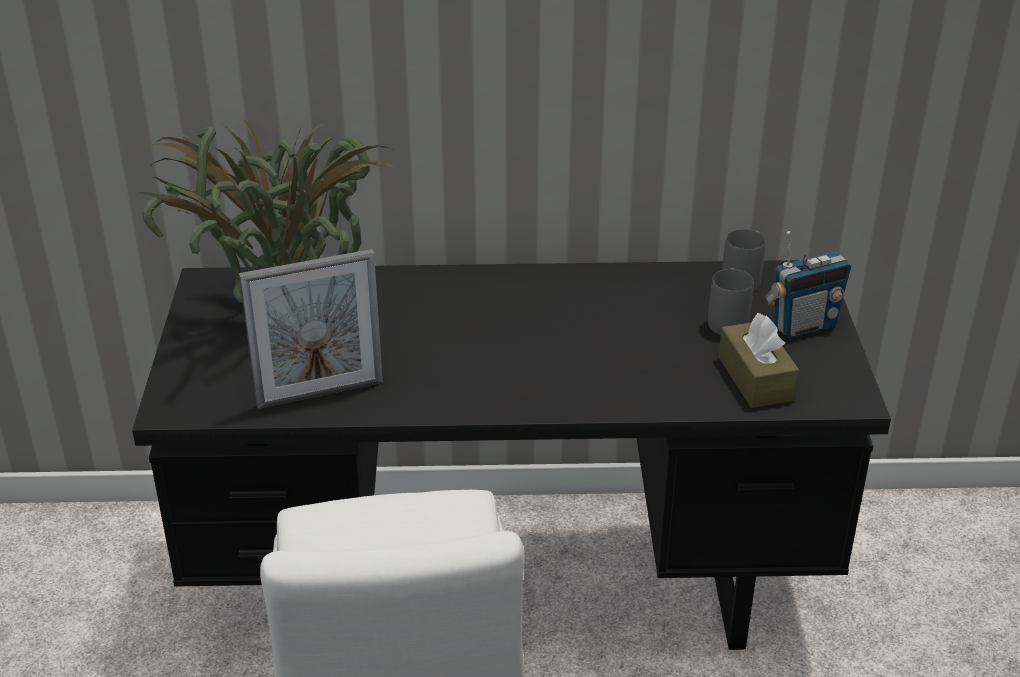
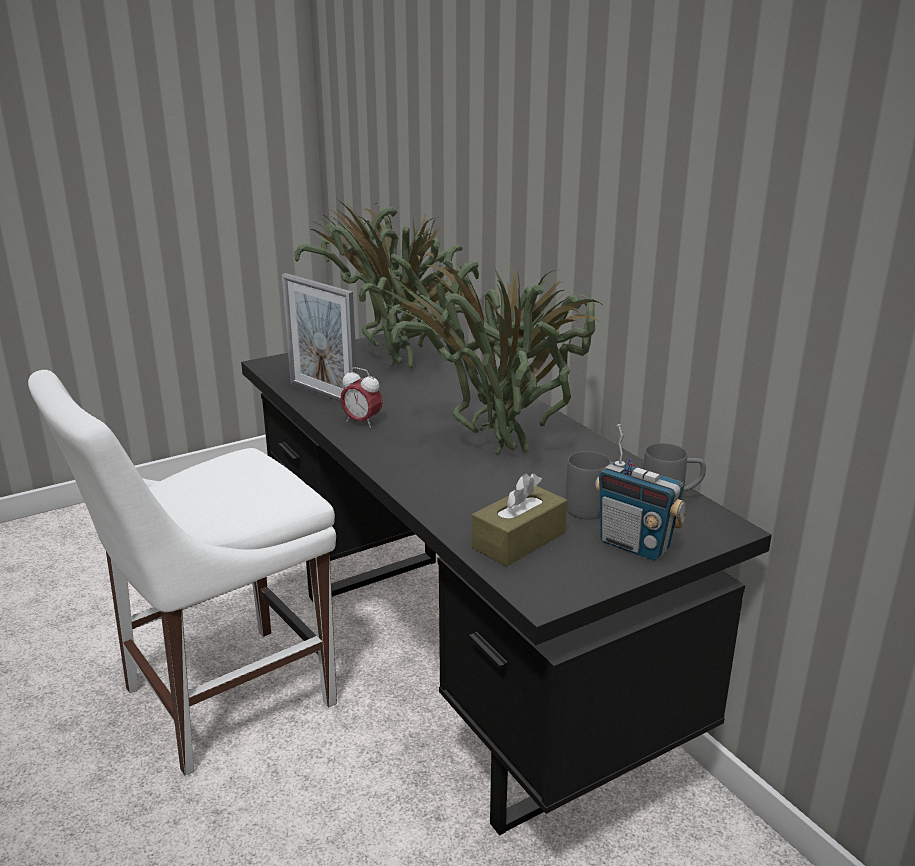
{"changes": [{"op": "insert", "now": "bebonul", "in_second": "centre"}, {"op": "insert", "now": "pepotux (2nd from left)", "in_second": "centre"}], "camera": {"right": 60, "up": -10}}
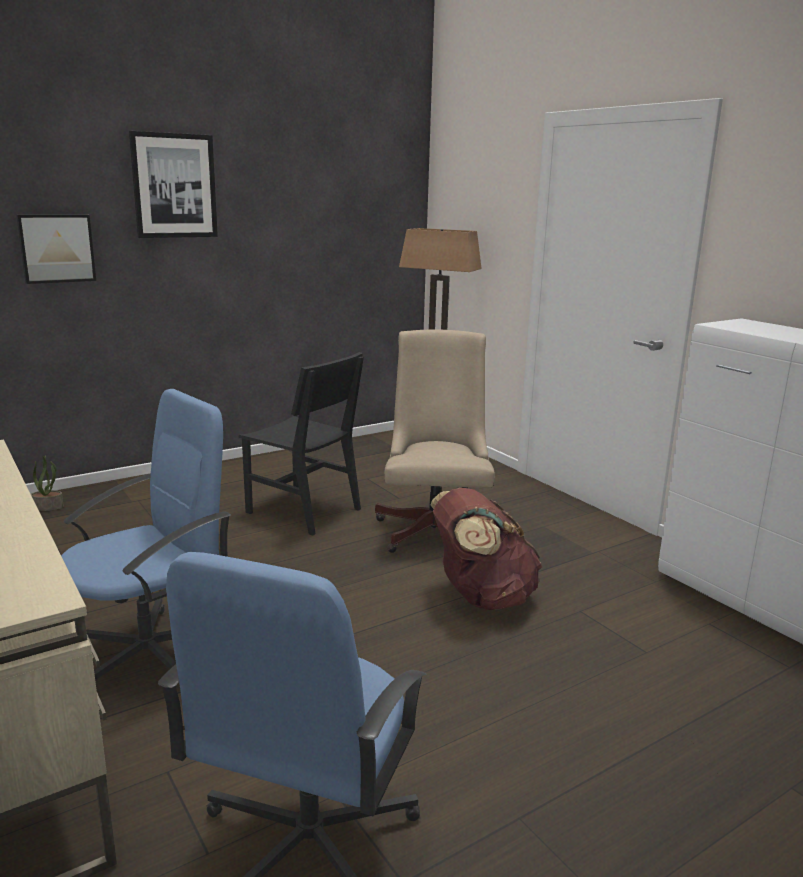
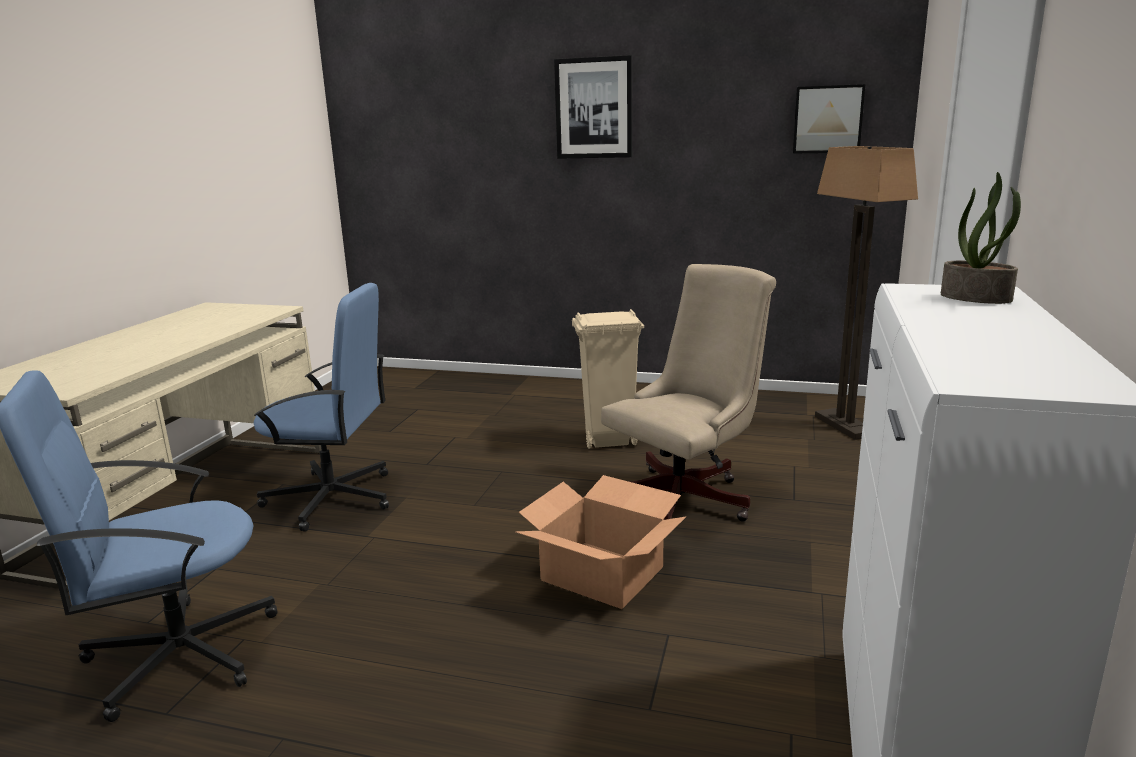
{"changes": [{"op": "move", "was": "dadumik (1st from left in the first image)", "now": "dadumik (2nd from left)", "in_first": "top left", "in_second": "top right"}, {"op": "move", "was": "pepotux", "in_first": "middle left", "in_second": "top right"}, {"op": "replace", "was": "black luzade", "now": "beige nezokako", "in_first": "centre", "in_second": "centre"}, {"op": "replace", "was": "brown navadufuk", "now": "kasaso", "in_first": "centre", "in_second": "bottom centre"}], "camera": {"right": 50, "up": 0}}
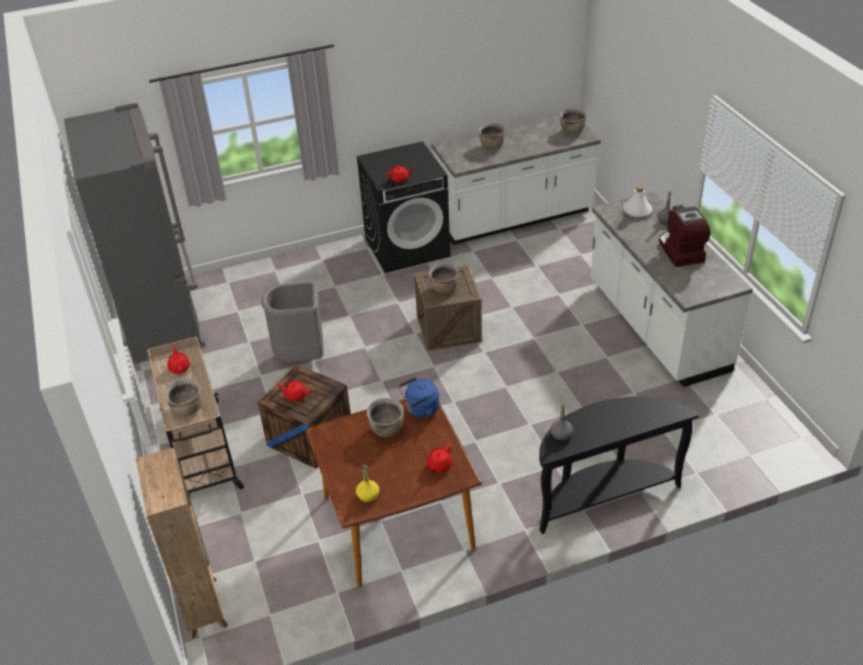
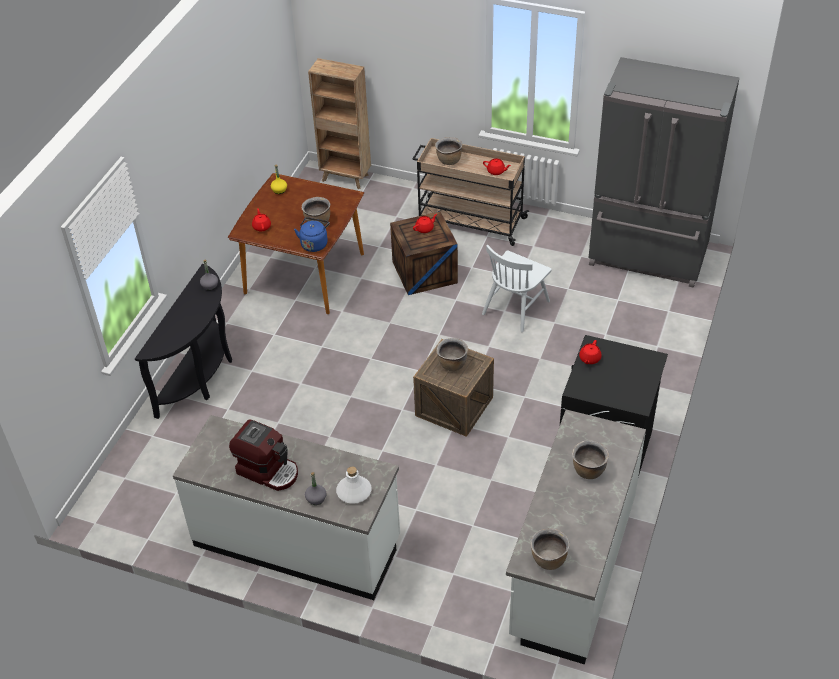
{"changes": [{"op": "replace", "was": "grey nezokako", "now": "white luzade", "in_first": "centre", "in_second": "centre"}], "camera": {"right": 130, "up": 5}}
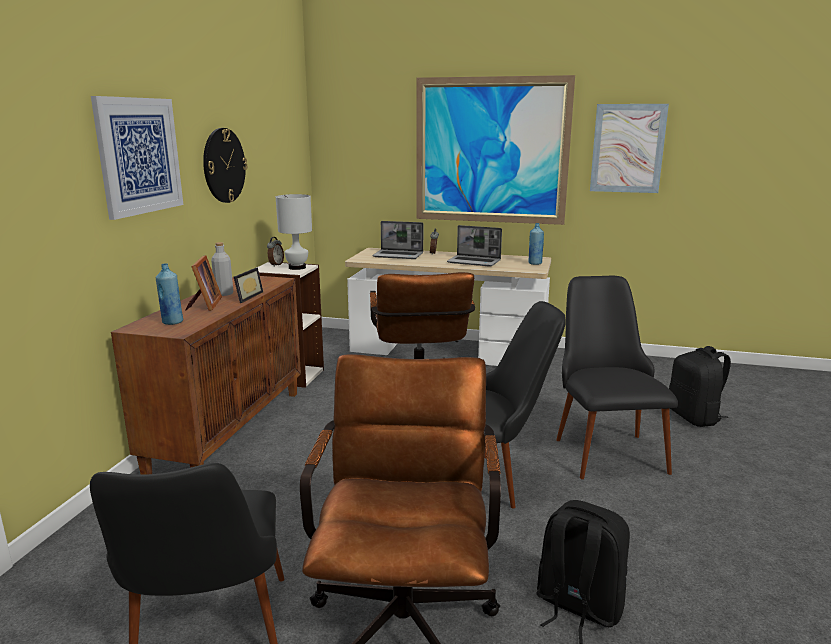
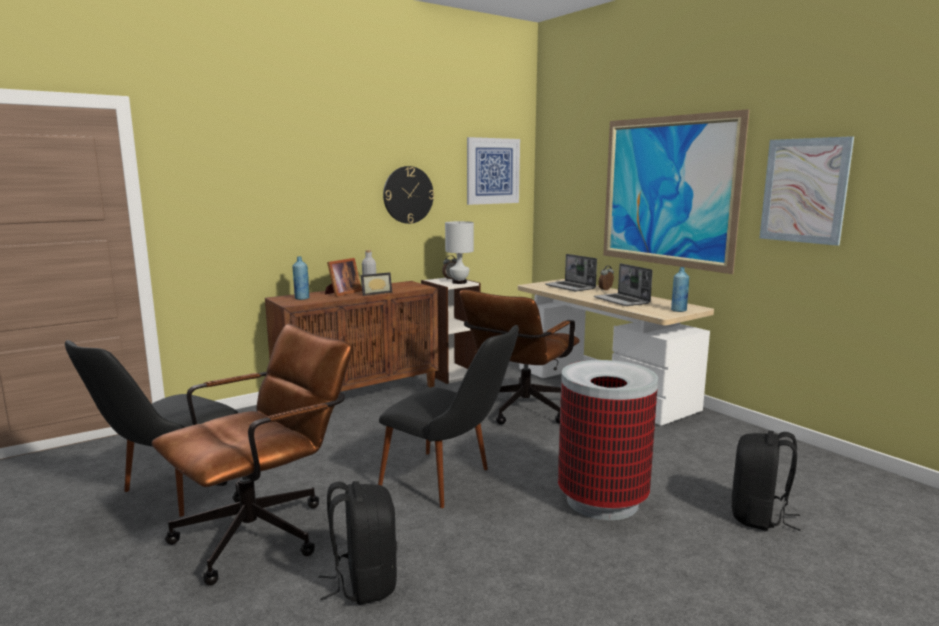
{"changes": [{"op": "move", "was": "dadumik (1st from left)", "in_first": "top left", "in_second": "top centre"}, {"op": "replace", "was": "black luzade (3rd from left)", "now": "nezokako", "in_first": "middle right", "in_second": "bottom centre"}], "camera": {"right": 40, "up": -5}}
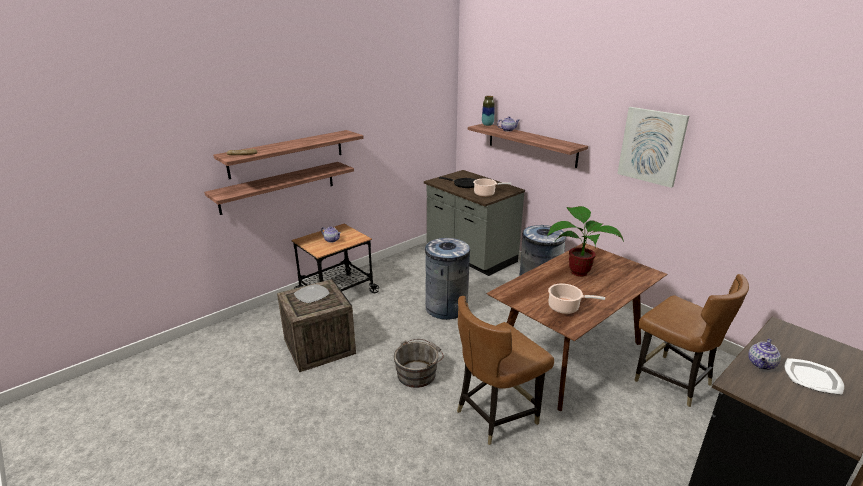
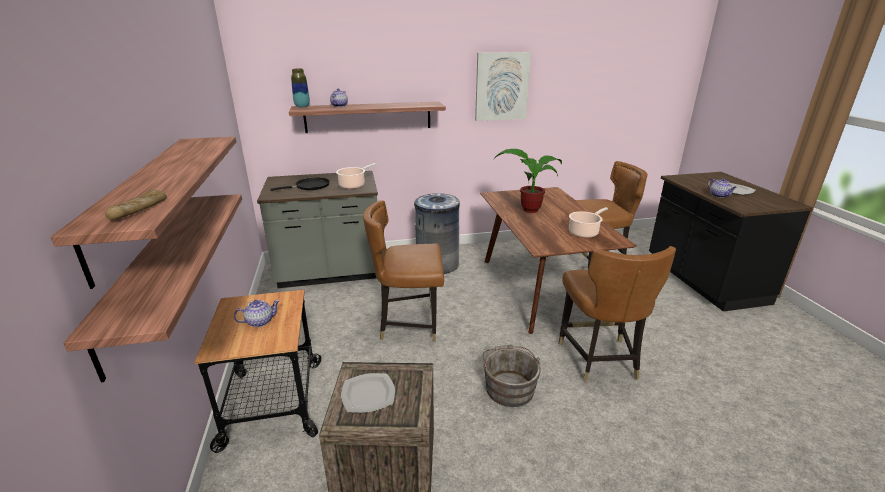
{"changes": [{"op": "replace", "was": "grey nezokako (1st from left)", "now": "brown luzade (1st from left)", "in_first": "centre", "in_second": "centre"}], "camera": {"right": -60, "up": 0}}
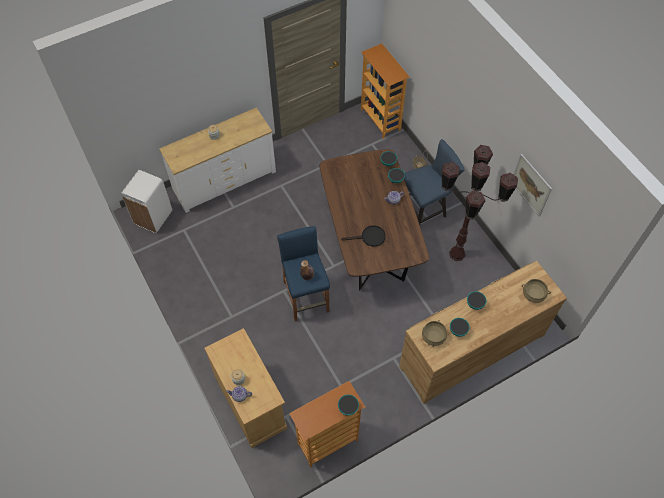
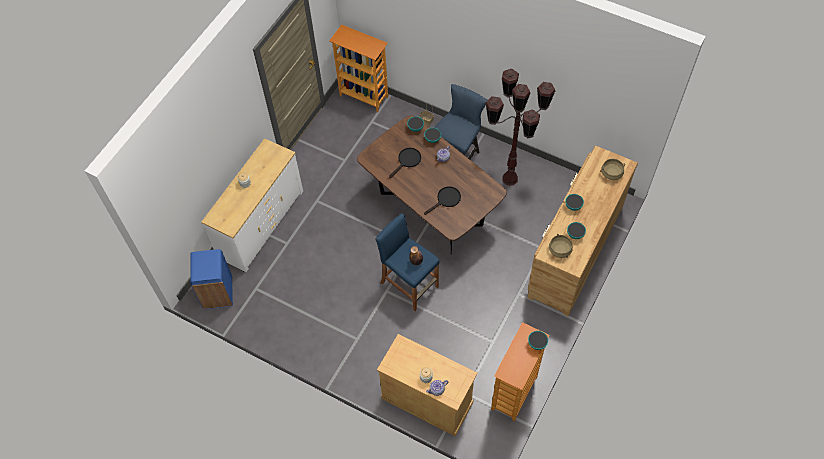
{"changes": [{"op": "recolor", "was": "white nezokako", "now": "blue nezokako", "in_first": "middle left", "in_second": "middle left"}, {"op": "delete", "was": "dadumik", "in_first": "middle right"}, {"op": "insert", "now": "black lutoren (1st from left)", "in_second": "centre"}], "camera": {"right": -30, "up": 0}}
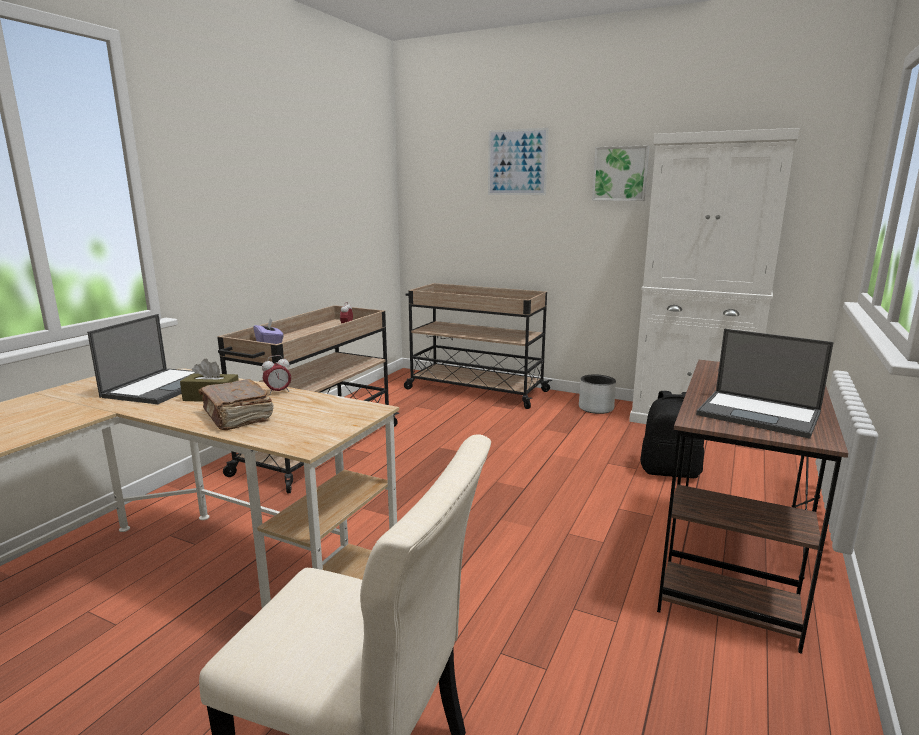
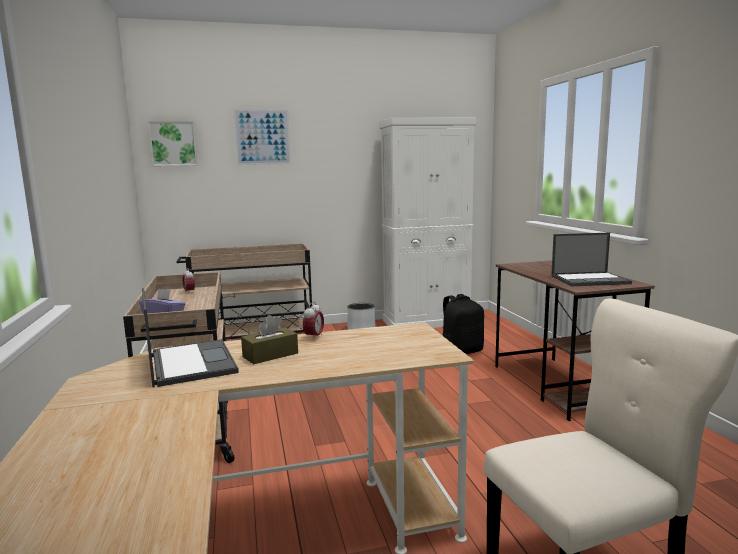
{"changes": [{"op": "delete", "was": "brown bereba", "in_first": "middle left"}, {"op": "move", "was": "dadumik (2nd from left in the first image)", "now": "dadumik (1st from left)", "in_first": "top right", "in_second": "top left"}], "camera": {"right": -40, "up": -5}}
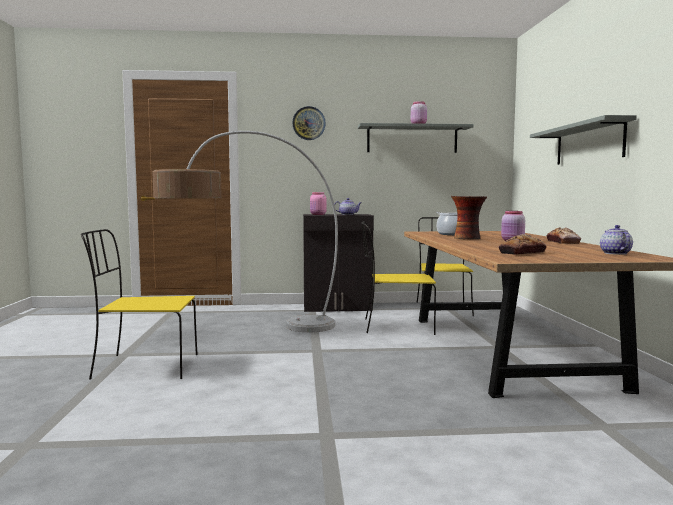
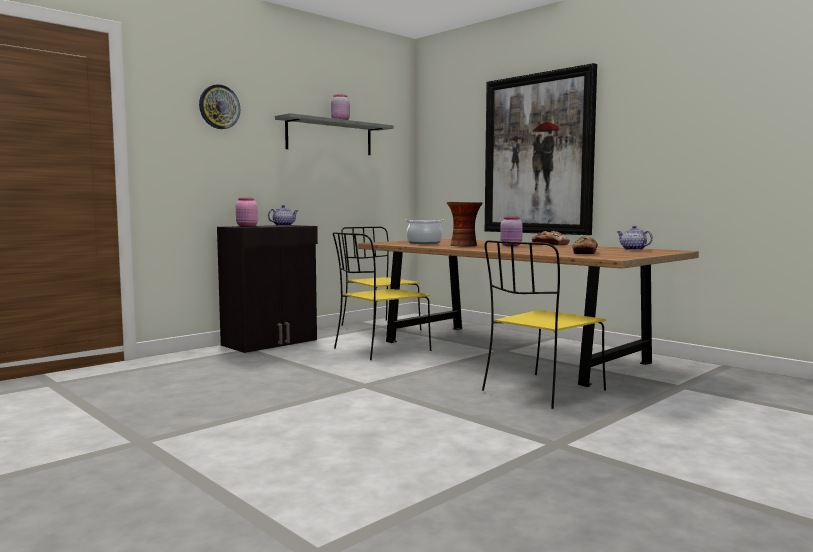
{"changes": [{"op": "move", "was": "yellow luzade (1st from left in the first image)", "now": "yellow luzade (3rd from left)", "in_first": "middle left", "in_second": "middle right"}, {"op": "delete", "was": "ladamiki", "in_first": "centre"}, {"op": "replace", "was": "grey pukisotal (2nd from left)", "now": "dadumik", "in_first": "top right", "in_second": "top centre"}], "camera": {"right": -40, "up": 0}}
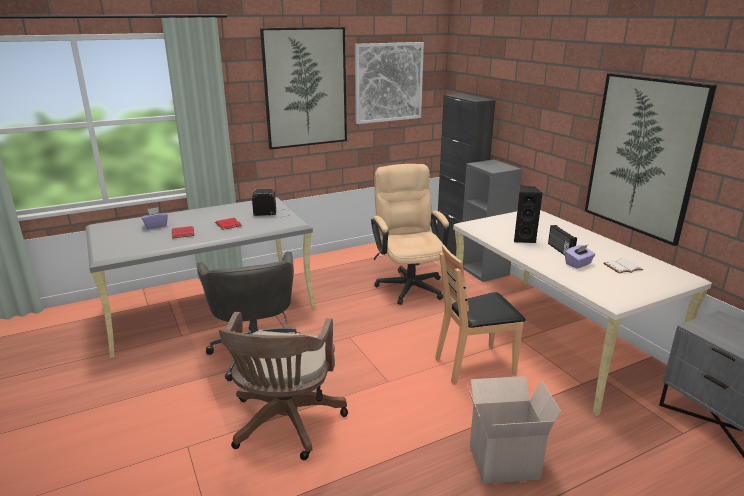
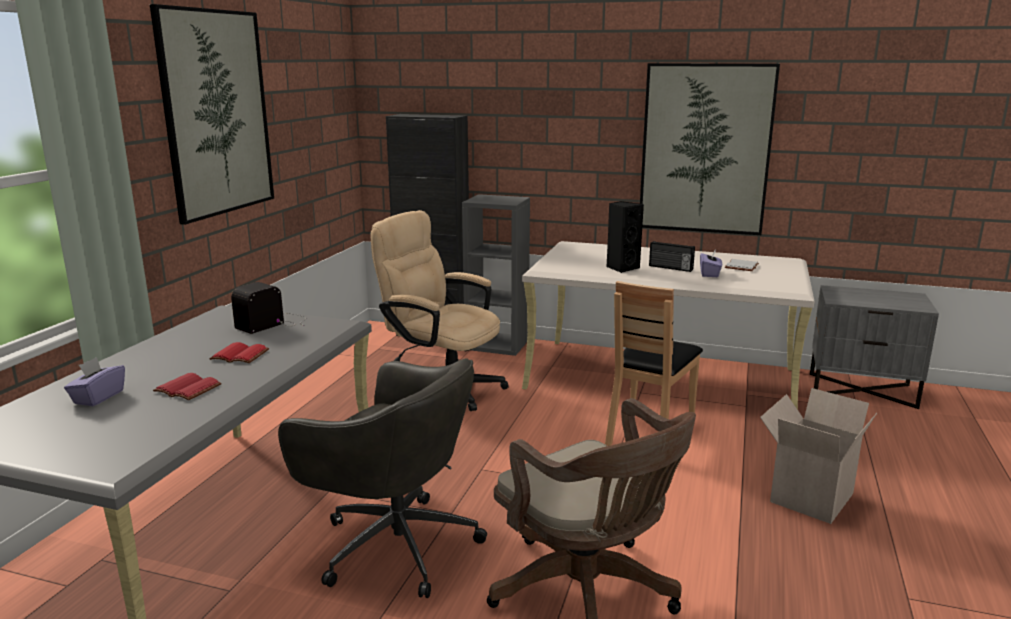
{"changes": [{"op": "delete", "was": "dadumik (2nd from left)", "in_first": "top centre"}], "camera": {"right": -45, "up": -5}}
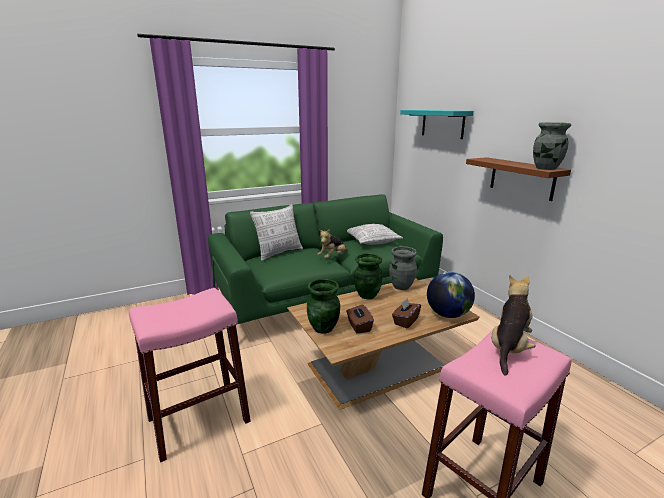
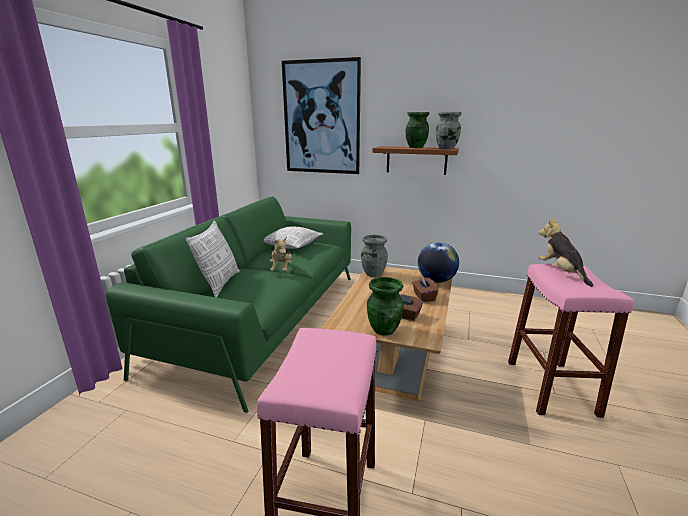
{"changes": [{"op": "move", "was": "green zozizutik (2nd from left)", "in_first": "centre", "in_second": "top centre"}, {"op": "replace", "was": "turquoise pukisotal", "now": "dadumik", "in_first": "top centre", "in_second": "top centre"}], "camera": {"right": -45, "up": 0}}
